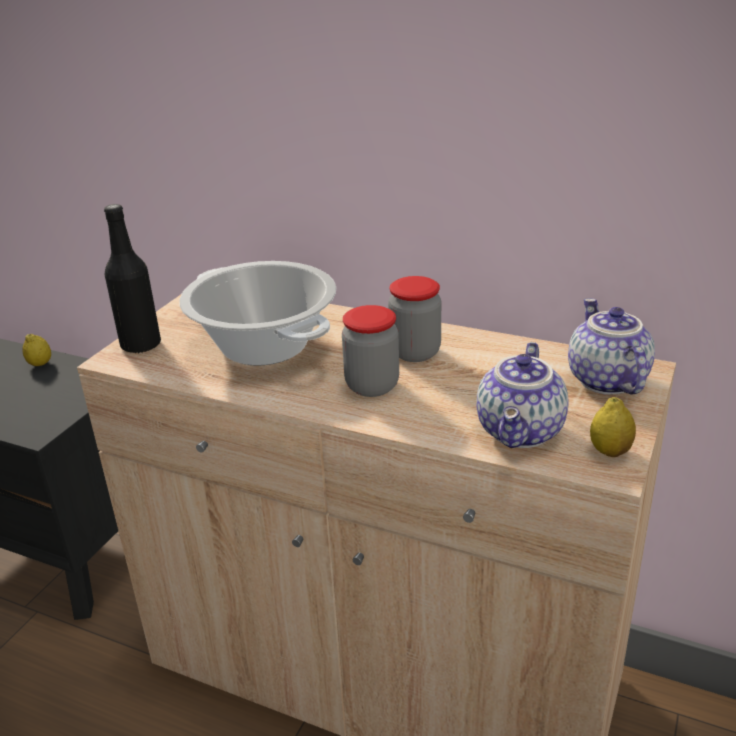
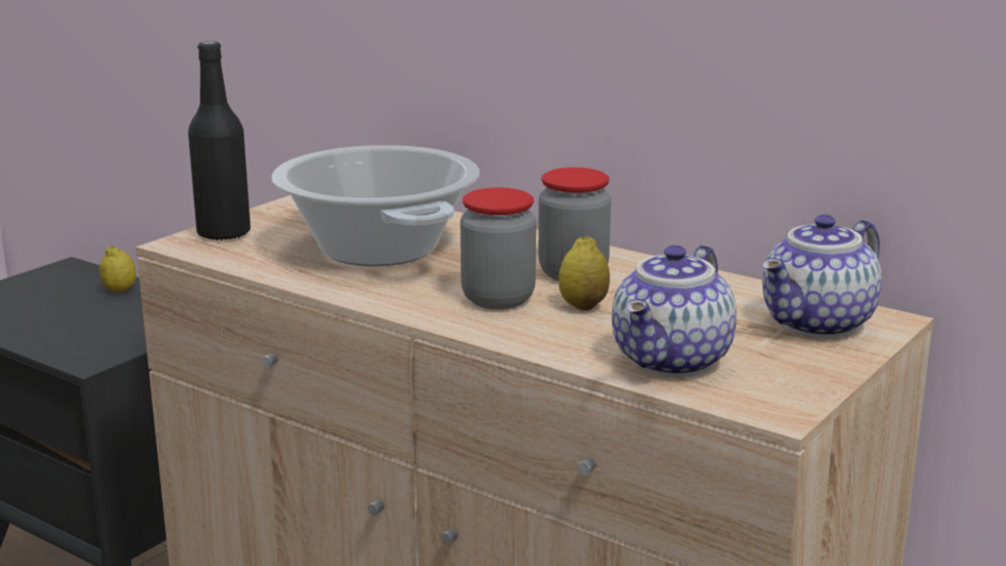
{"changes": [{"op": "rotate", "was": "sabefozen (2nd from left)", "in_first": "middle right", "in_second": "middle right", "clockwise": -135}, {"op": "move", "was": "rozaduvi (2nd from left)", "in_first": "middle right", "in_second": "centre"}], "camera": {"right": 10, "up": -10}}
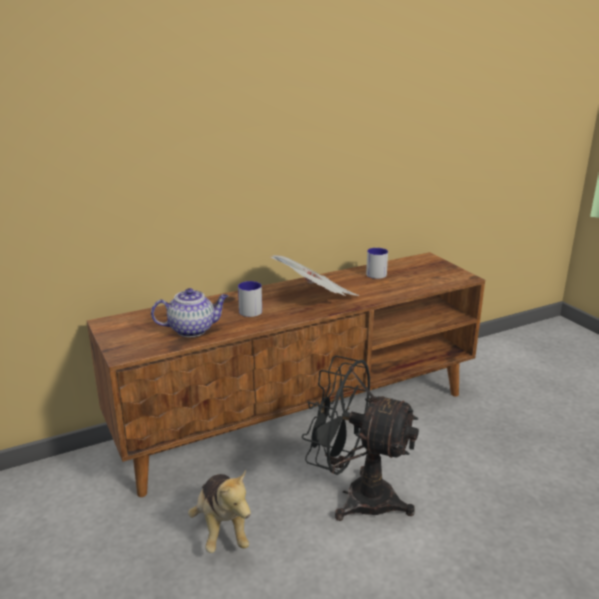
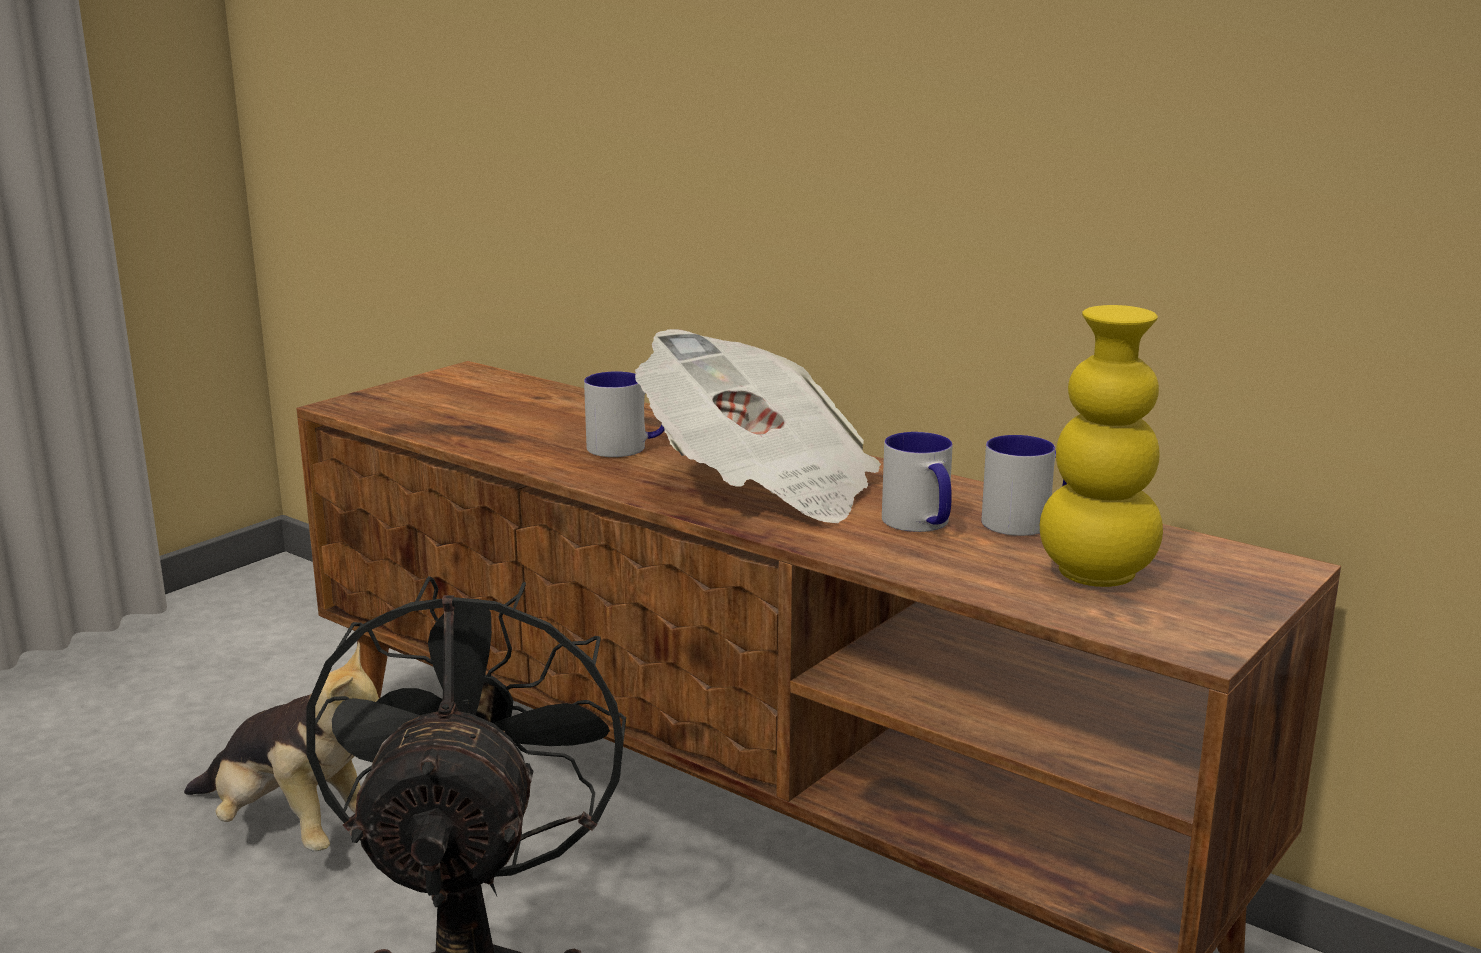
{"changes": [{"op": "delete", "was": "sabefozen", "in_first": "middle left"}, {"op": "rotate", "was": "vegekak", "in_first": "bottom centre", "in_second": "bottom left", "clockwise": -105}, {"op": "insert", "now": "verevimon (2nd from left)", "in_second": "centre"}, {"op": "insert", "now": "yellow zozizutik", "in_second": "middle right"}], "camera": {"right": 65, "up": -5}}
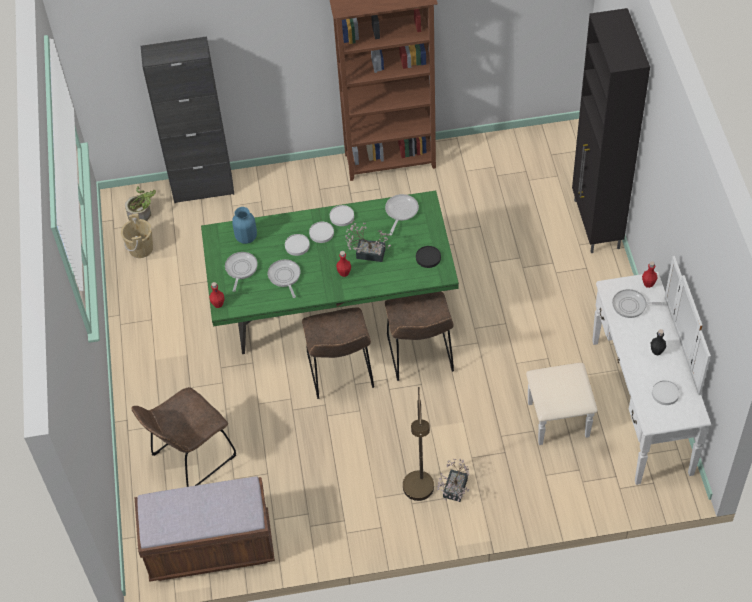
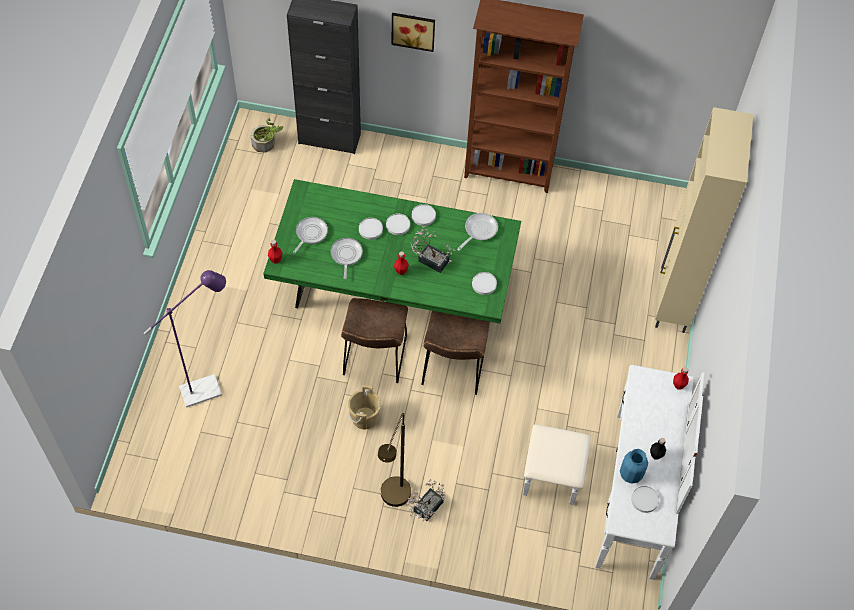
{"changes": [{"op": "move", "was": "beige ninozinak", "in_first": "middle left", "in_second": "bottom centre"}, {"op": "replace", "was": "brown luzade (1st from left)", "now": "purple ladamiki", "in_first": "bottom left", "in_second": "middle left"}, {"op": "delete", "was": "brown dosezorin", "in_first": "bottom left"}, {"op": "move", "was": "blue zozizutik", "in_first": "middle left", "in_second": "bottom right"}, {"op": "recolor", "was": "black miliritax", "now": "white miliritax (4th from left)", "in_first": "centre", "in_second": "centre"}, {"op": "recolor", "was": "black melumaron (2nd from left)", "now": "beige melumaron", "in_first": "top right", "in_second": "middle right"}, {"op": "delete", "was": "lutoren (4th from left)", "in_first": "middle right"}, {"op": "insert", "now": "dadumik", "in_second": "top centre"}], "camera": {"right": 15, "up": 5}}
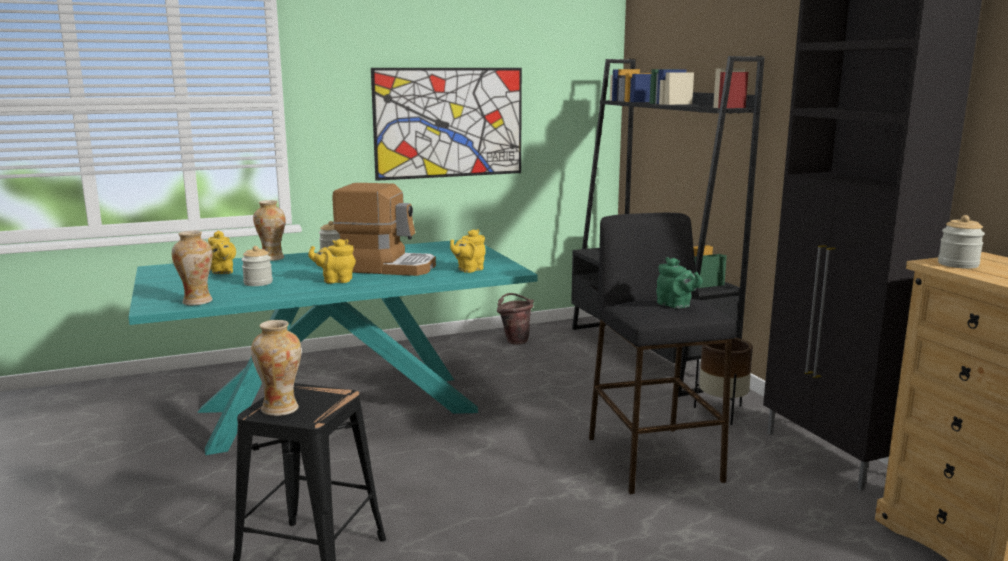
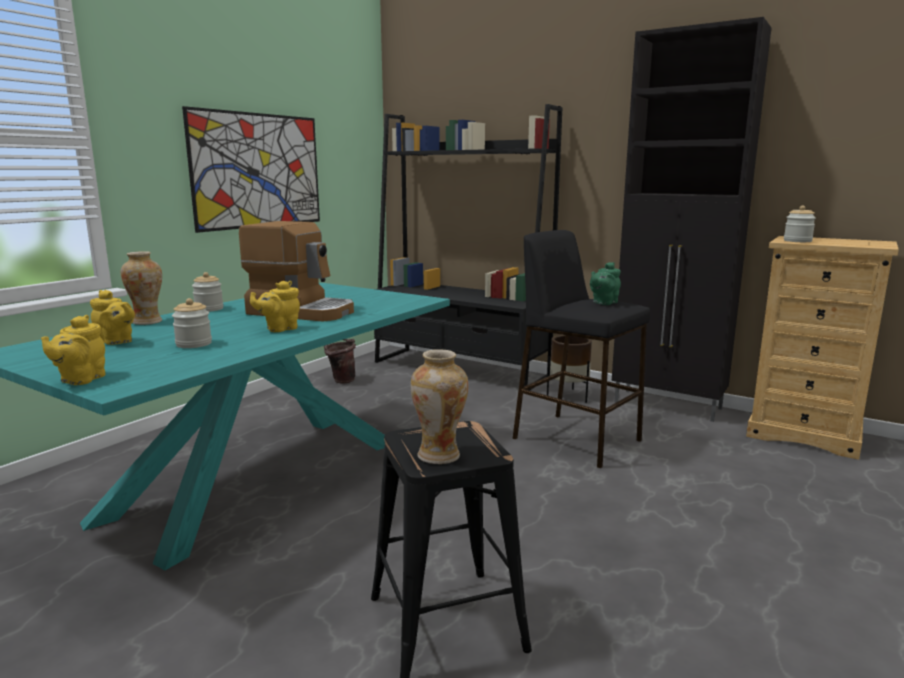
{"changes": [{"op": "delete", "was": "zozizutik (1st from left)", "in_first": "middle left"}, {"op": "rotate", "was": "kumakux", "in_first": "centre", "in_second": "middle left", "clockwise": 45}, {"op": "move", "was": "yellow sabefozen (3rd from left in the first image)", "now": "yellow sabefozen (1st from left)", "in_first": "centre", "in_second": "middle left"}, {"op": "rotate", "was": "green sabefozen", "in_first": "middle right", "in_second": "middle right", "clockwise": 120}], "camera": {"right": -35, "up": 0}}
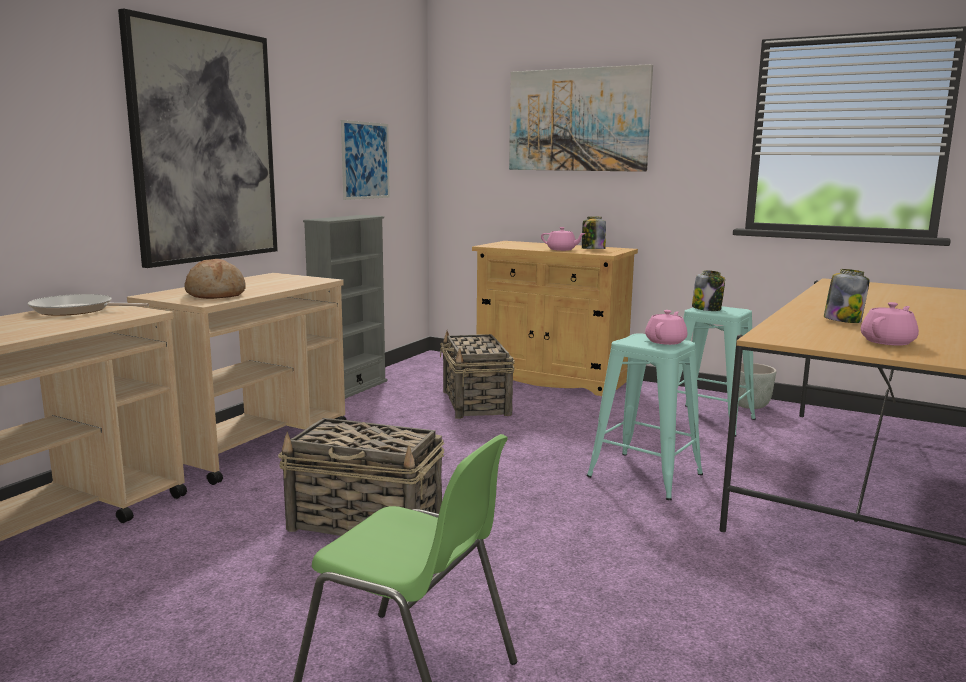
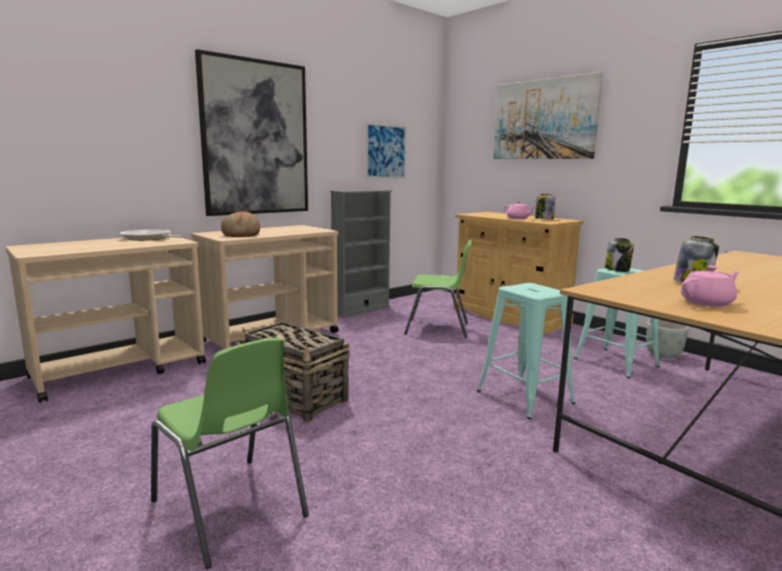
{"changes": [{"op": "replace", "was": "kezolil (2nd from left)", "now": "green luzade (2nd from left)", "in_first": "centre", "in_second": "centre"}, {"op": "delete", "was": "pink sabefozen (2nd from left)", "in_first": "middle right"}], "camera": {"right": 20, "up": 0}}
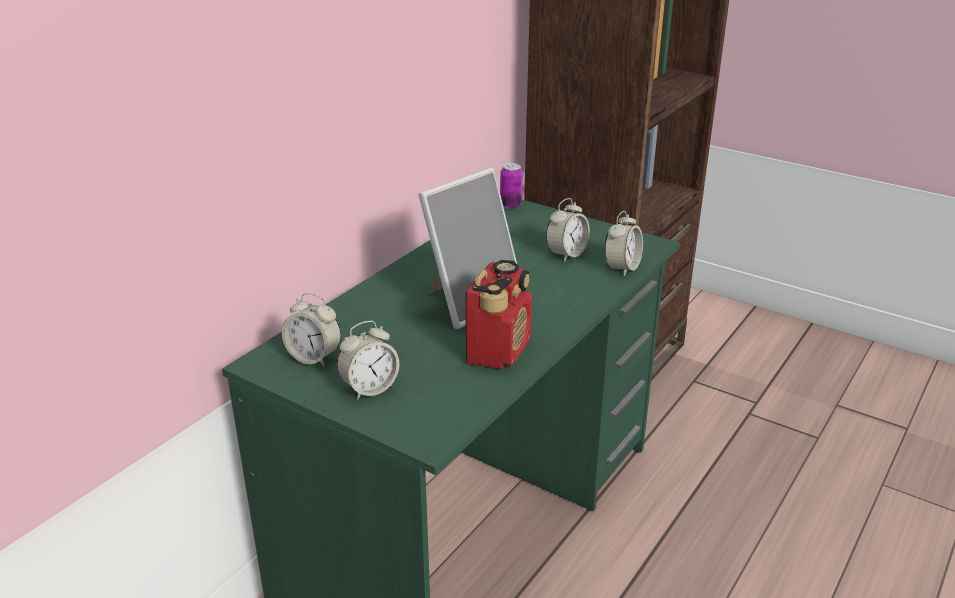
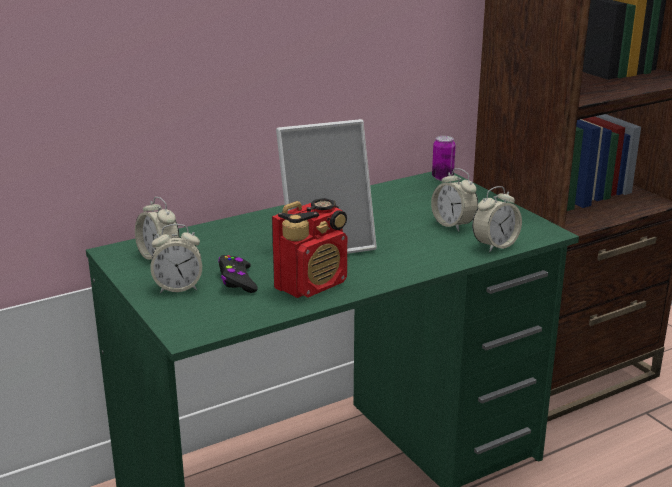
{"changes": [{"op": "rotate", "was": "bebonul (3rd from left)", "in_first": "centre", "in_second": "middle right", "clockwise": 75}, {"op": "insert", "now": "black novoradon", "in_second": "centre"}], "camera": {"right": 25, "up": -5}}
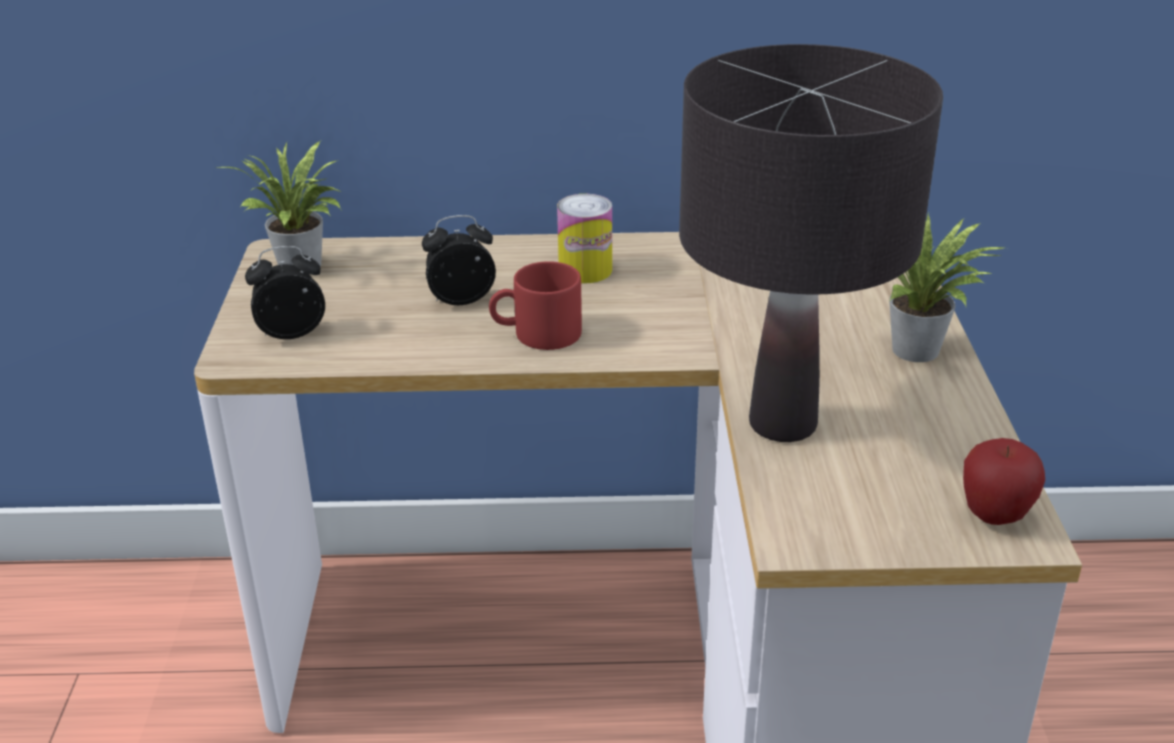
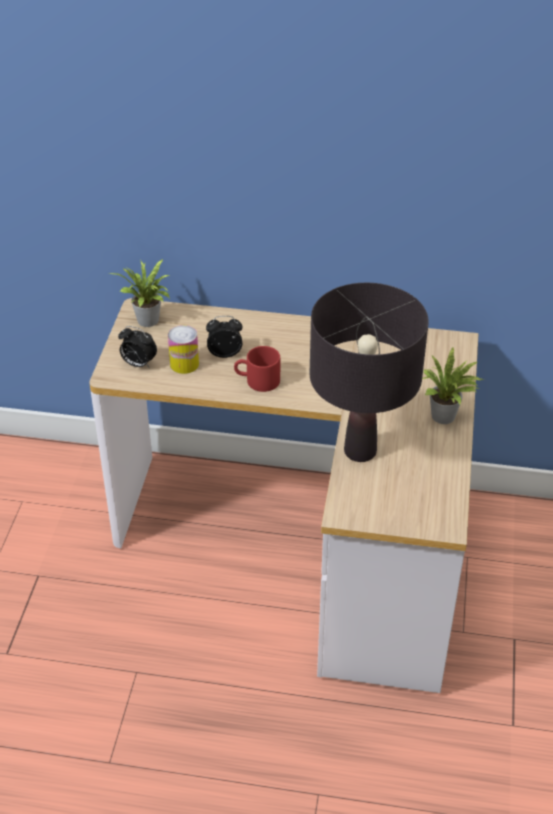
{"changes": [{"op": "rotate", "was": "bebonul (1st from left)", "in_first": "middle left", "in_second": "middle left", "clockwise": -150}, {"op": "move", "was": "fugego", "in_first": "top centre", "in_second": "middle left"}, {"op": "delete", "was": "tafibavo", "in_first": "middle right"}], "camera": {"right": 10, "up": 10}}
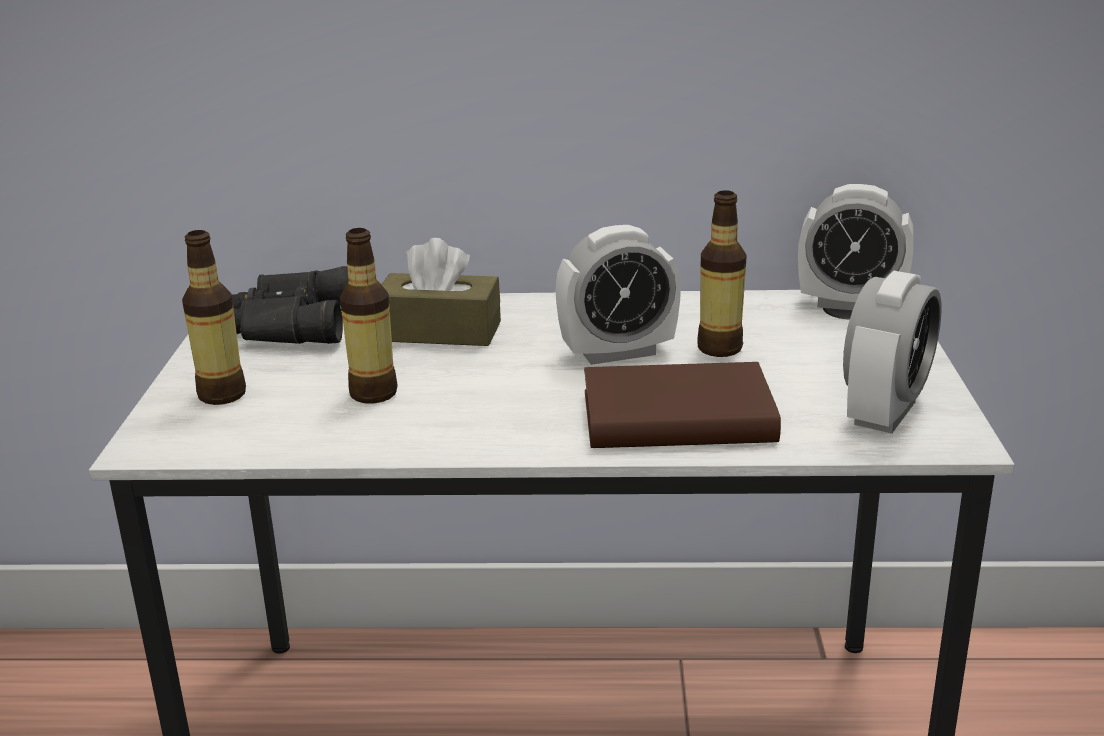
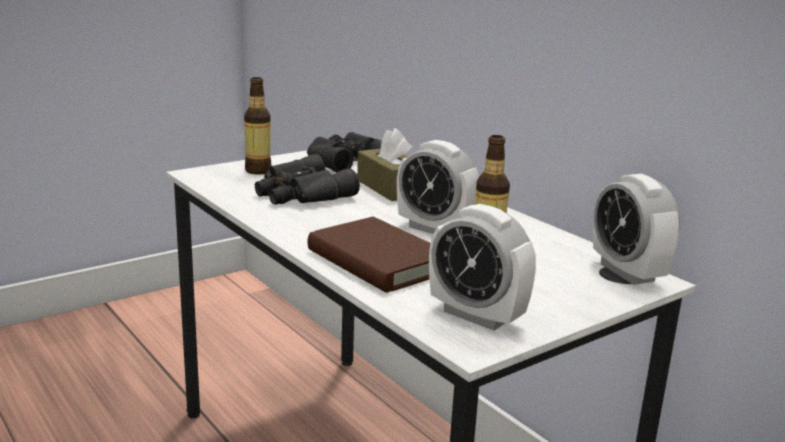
{"changes": [{"op": "replace", "was": "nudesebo (2nd from left)", "now": "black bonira (1st from left)", "in_first": "centre", "in_second": "centre"}, {"op": "rotate", "was": "bebonul (3rd from left in the first image)", "in_first": "middle right", "in_second": "centre", "clockwise": 45}], "camera": {"right": 50, "up": -5}}
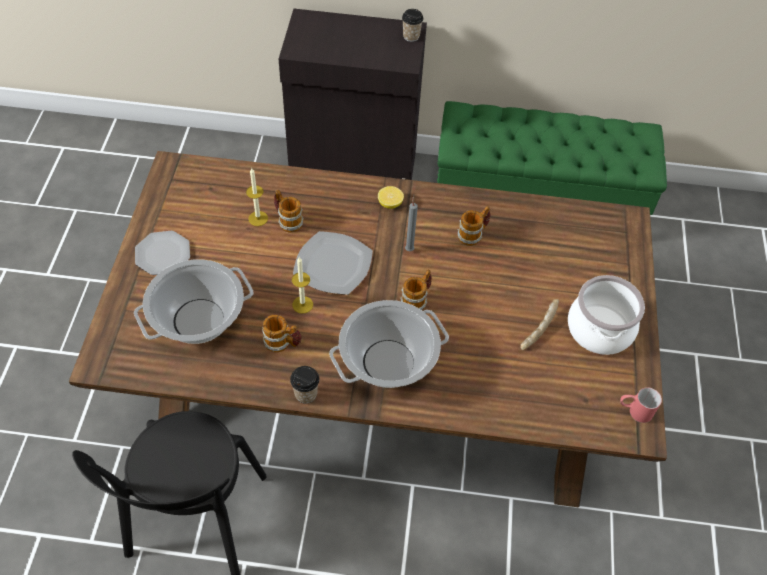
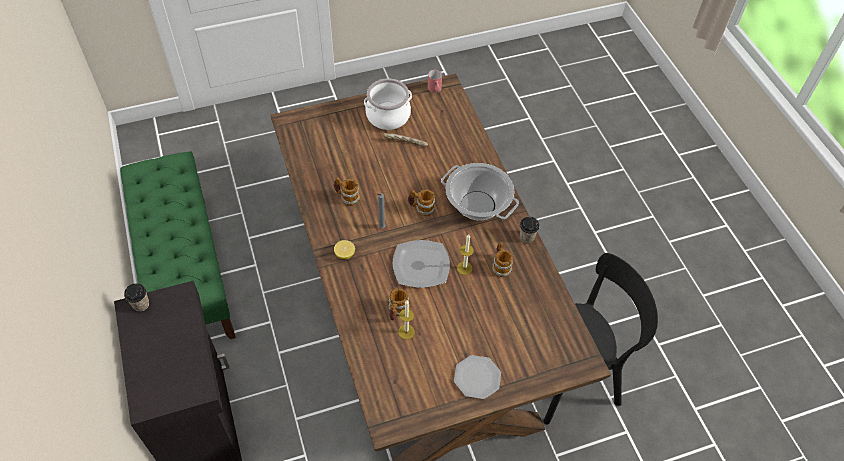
{"changes": [{"op": "delete", "was": "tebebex (1st from left)", "in_first": "middle left"}], "camera": {"right": -115, "up": 0}}
